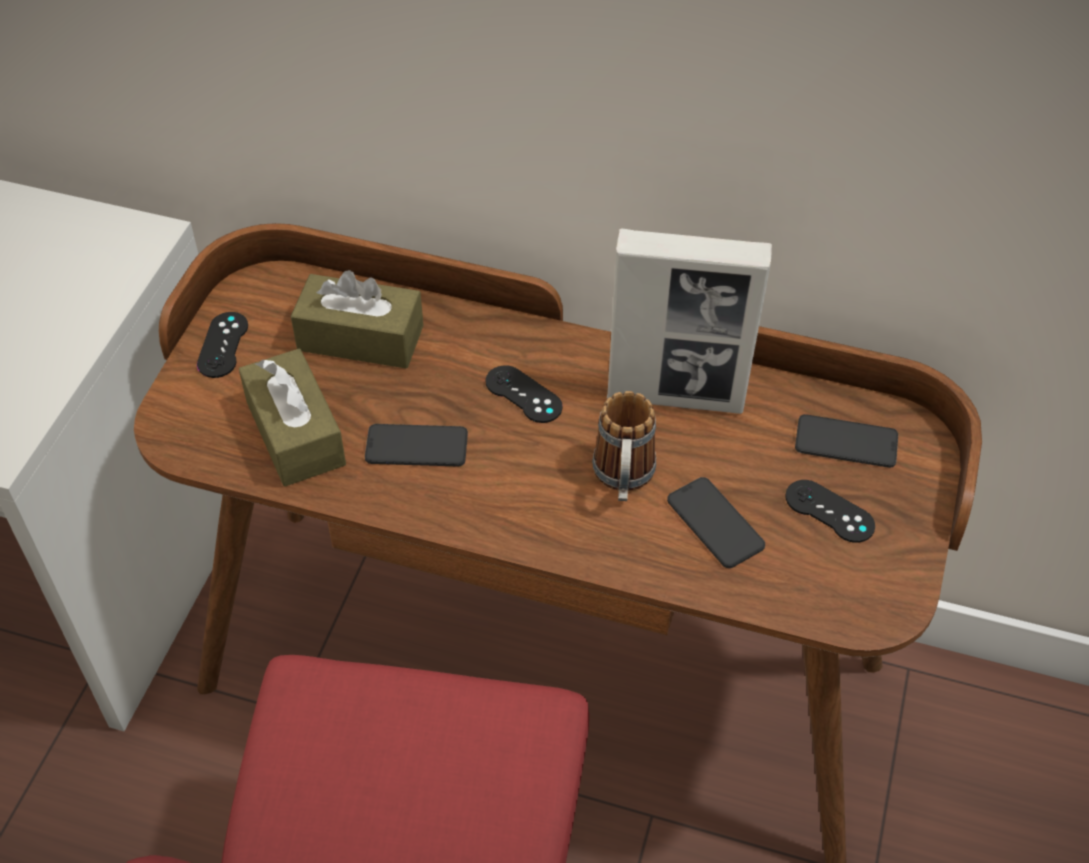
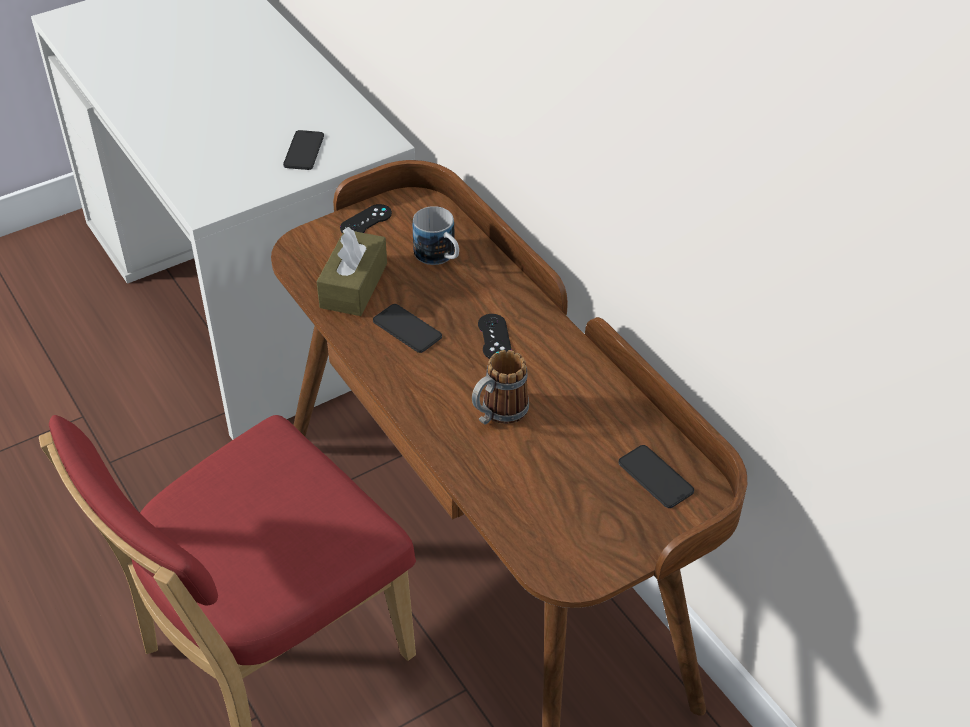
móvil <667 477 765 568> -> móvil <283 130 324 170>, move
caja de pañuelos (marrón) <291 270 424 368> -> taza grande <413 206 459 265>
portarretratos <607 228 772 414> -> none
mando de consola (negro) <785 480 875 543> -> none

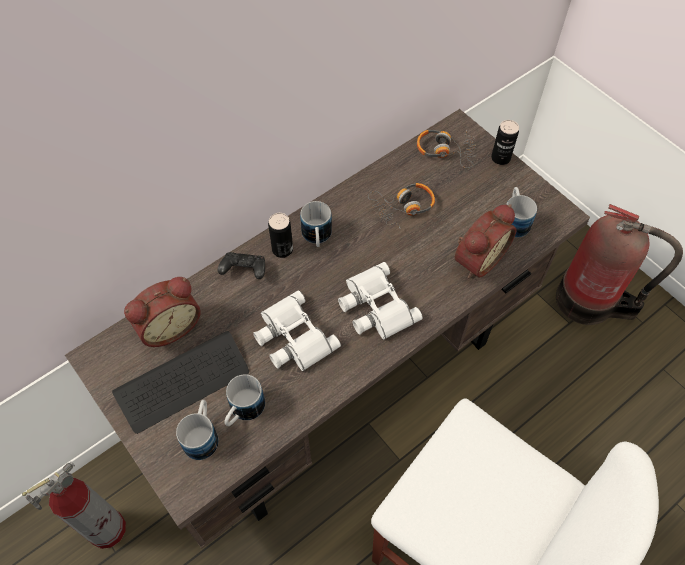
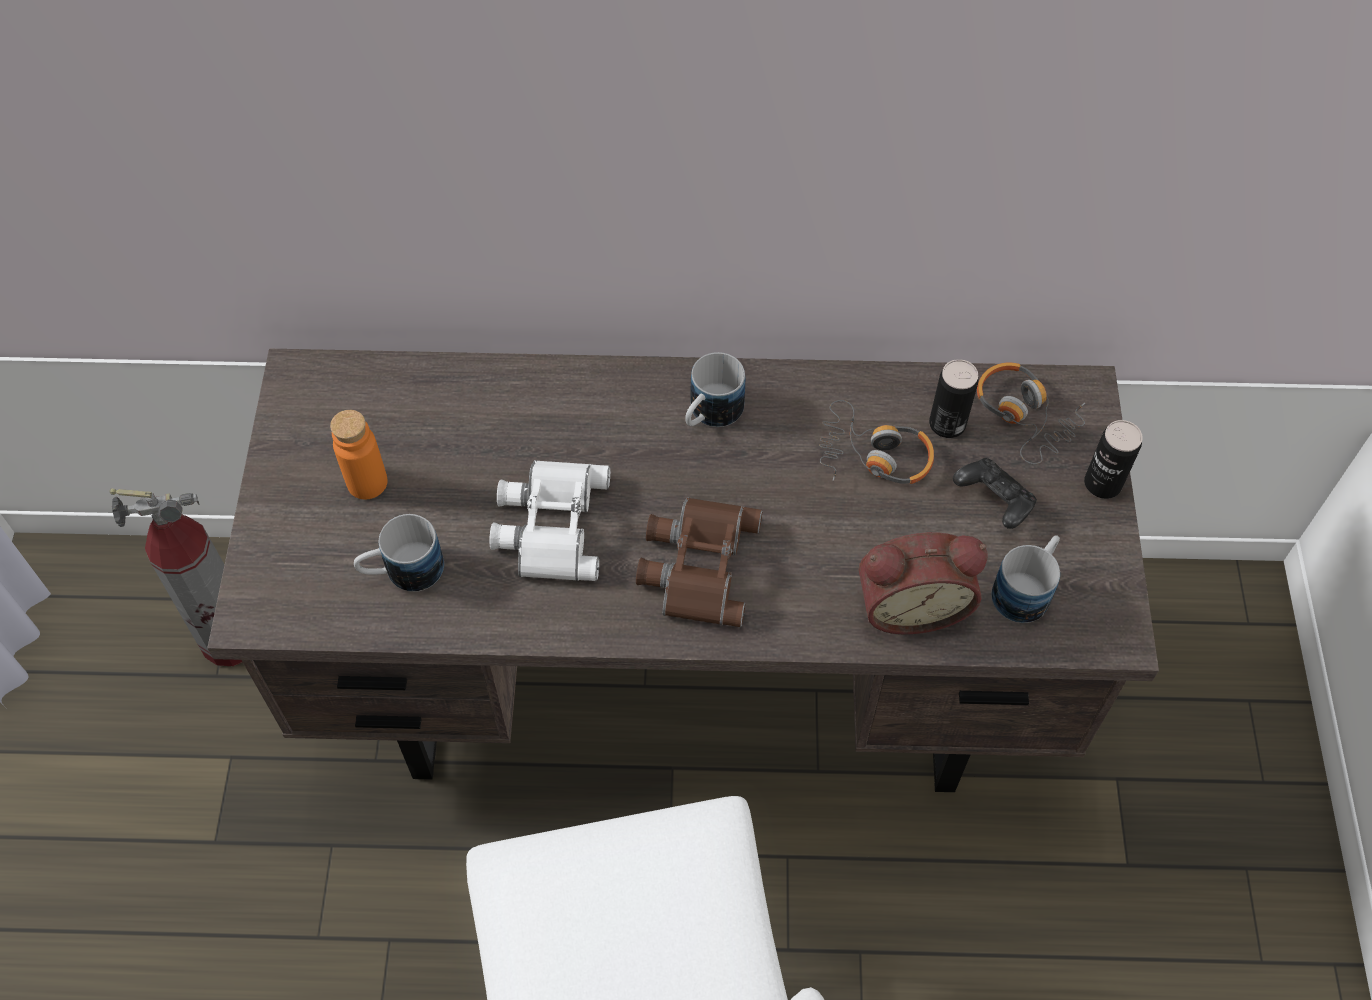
teclado <112 331 249 434> -> botella (naranja) <330 410 388 500>
prismáticos (blanco) <338 262 423 339> -> prismáticos (marrón) <636 497 762 627>
lata <268 213 293 258> -> lata <929 359 979 438>, move
mando de consola (negro) <218 252 265 279> -> mando de consola (negro) <953 458 1037 529>, move
despertador <124 277 201 347> -> none
taza grande <176 400 219 460> -> none
extintor <556 204 683 325> -> none

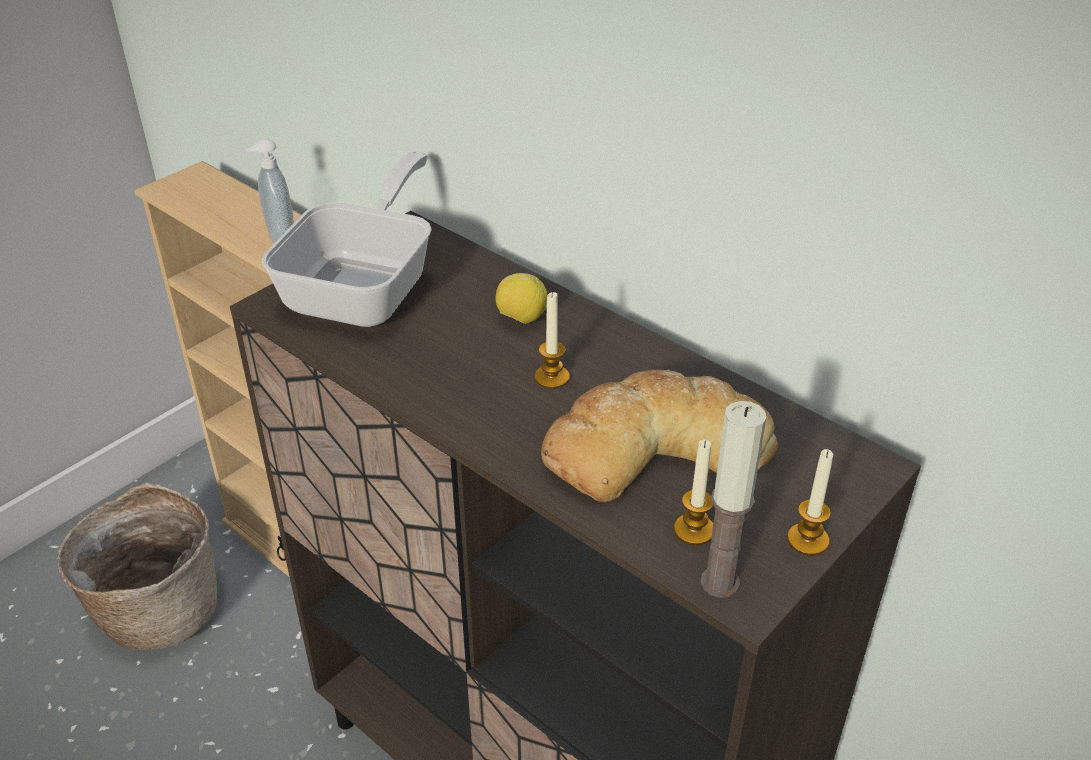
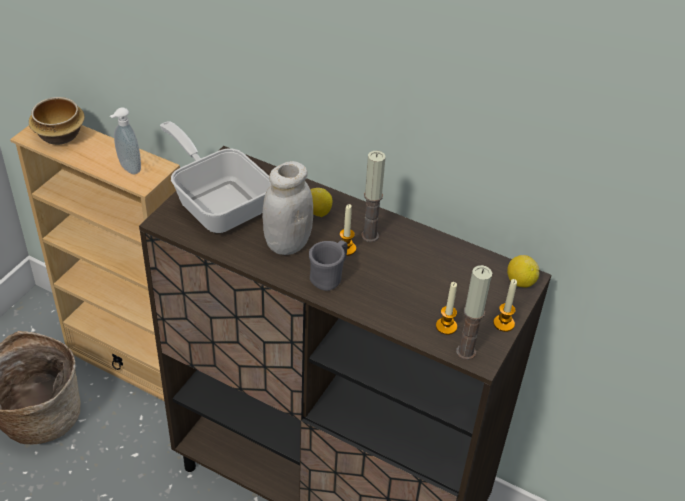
none -> cuenco <29 97 85 145>
sartén <262 151 432 327> -> sartén <160 122 271 233>, 45 degrees counterclockwise
none -> tarro (blanco) <262 161 313 255>
none -> taza grande (gris) <309 240 348 291>
none -> vela <361 151 386 242>
none -> limón <507 255 539 288>
pan <541 369 778 502> -> none

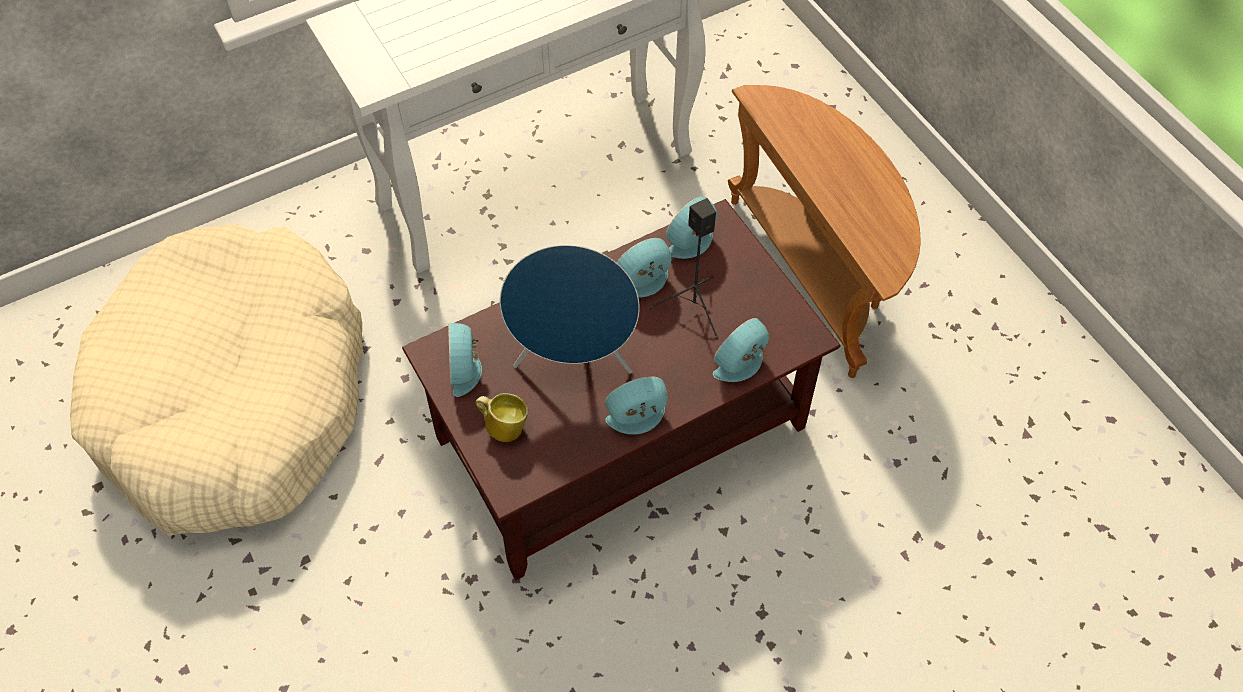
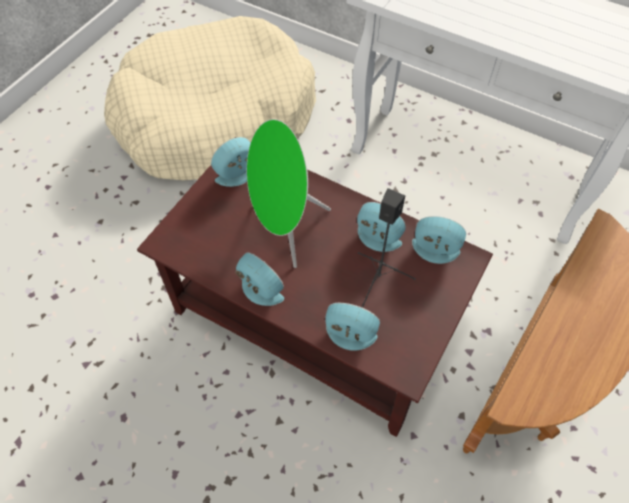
altavoz (azul) <500 245 639 373> -> altavoz (verde) <247 119 331 268>
taza grande <476 393 528 442> -> none

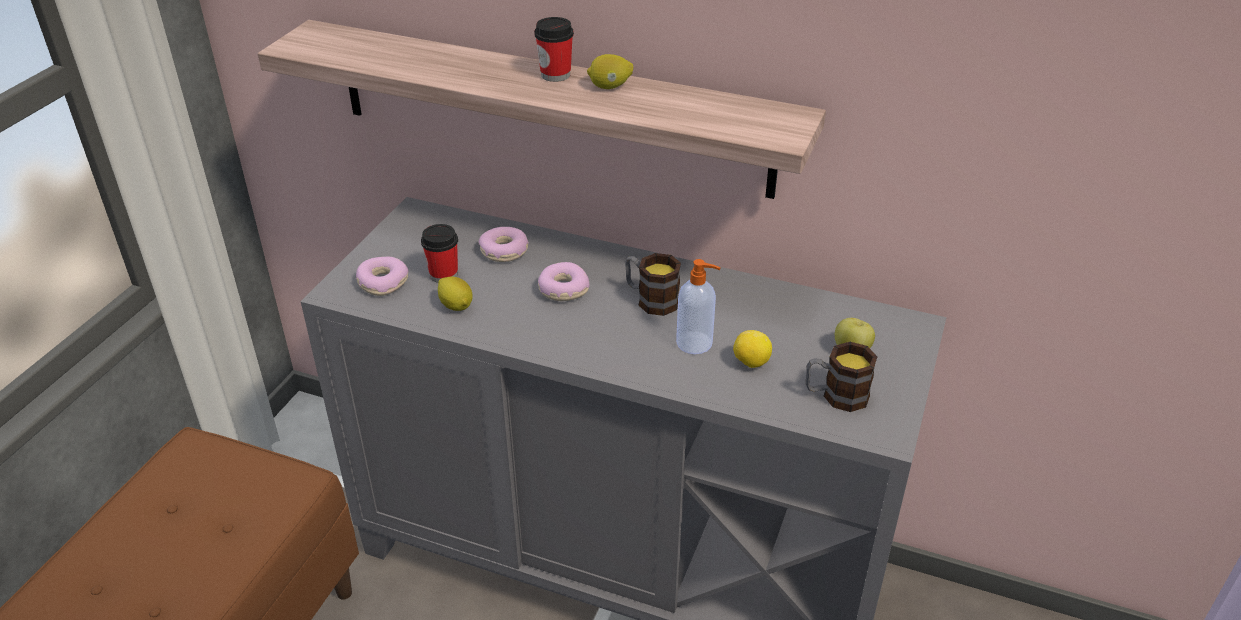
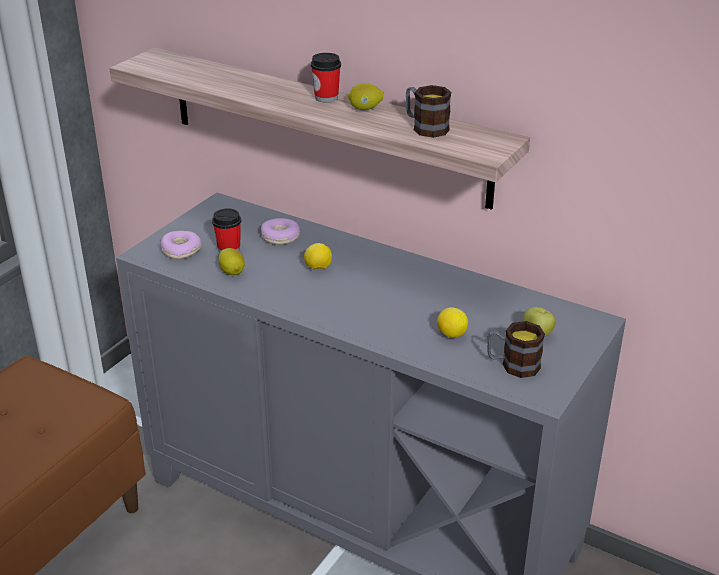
rosquilla <538 262 590 301> -> limón <304 243 332 270>
taza grande <625 253 681 316> -> taza grande <406 85 451 138>, move
dispensador de jabón <676 259 721 354> -> none

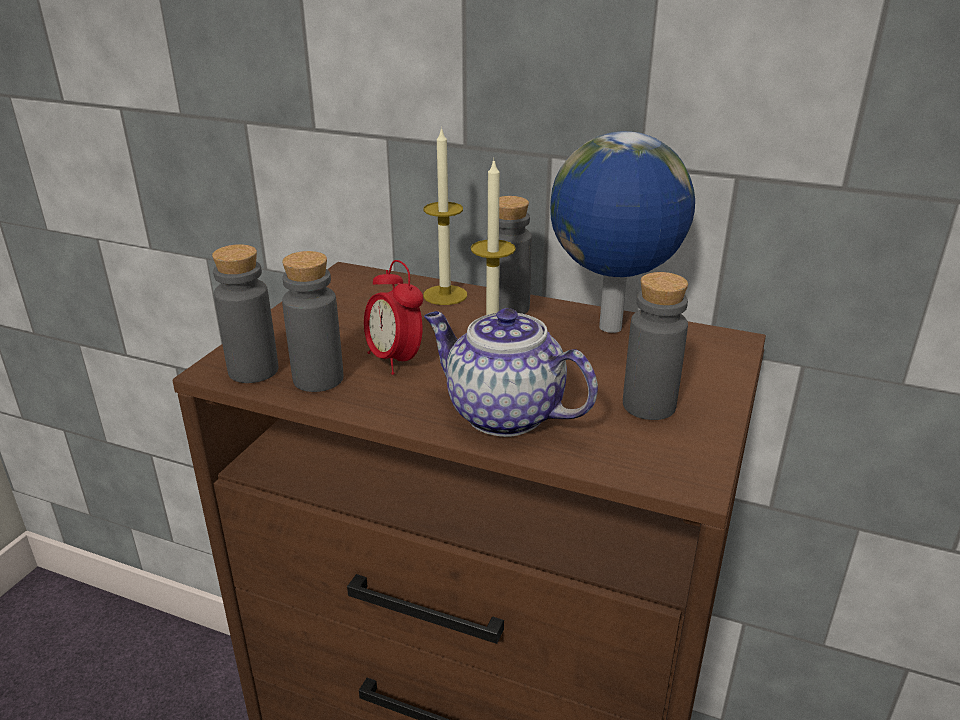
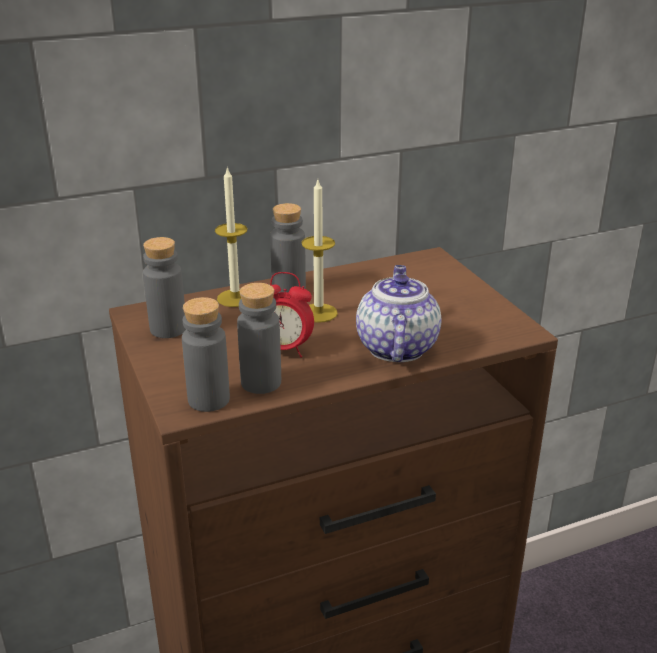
botella (gris) <623 272 688 420> -> botella (gris) <143 237 186 338>, move
tetera <424 308 598 437> -> tetera <356 265 441 362>, 105 degrees clockwise
globo terráqueo <550 131 695 333> -> none

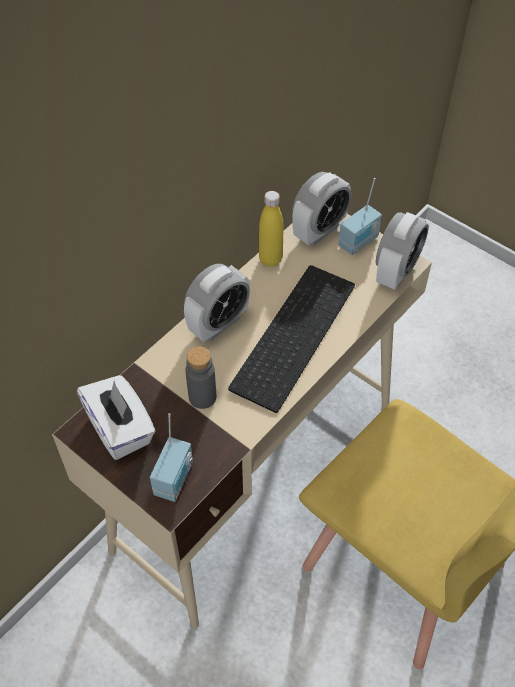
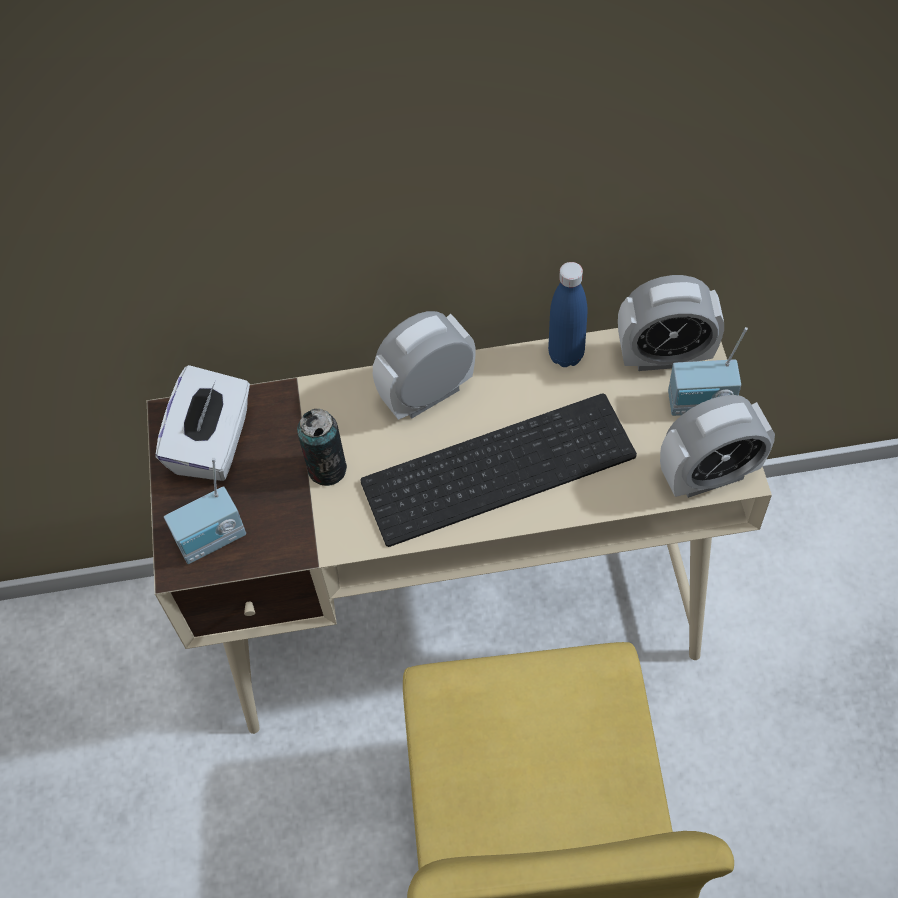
botella (gris) <185 346 216 409> -> lata <297 409 347 486>
despertador <184 264 250 342> -> despertador <373 311 475 420>, 150 degrees clockwise
botella (amarillo) <259 191 284 267> -> botella (azul) <548 262 587 367>

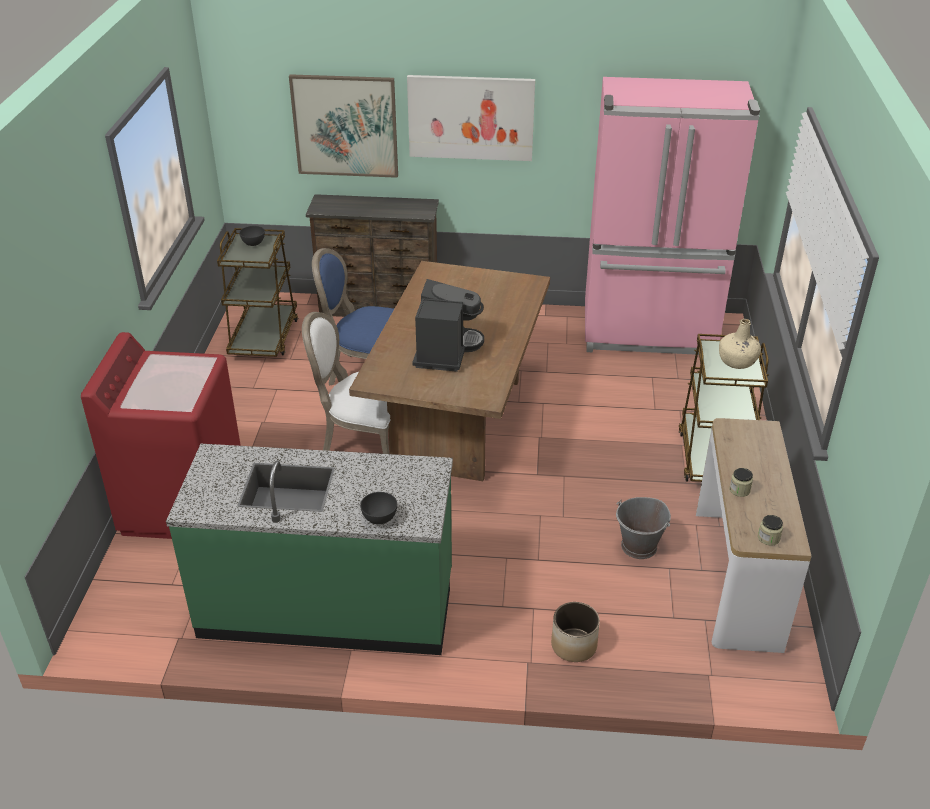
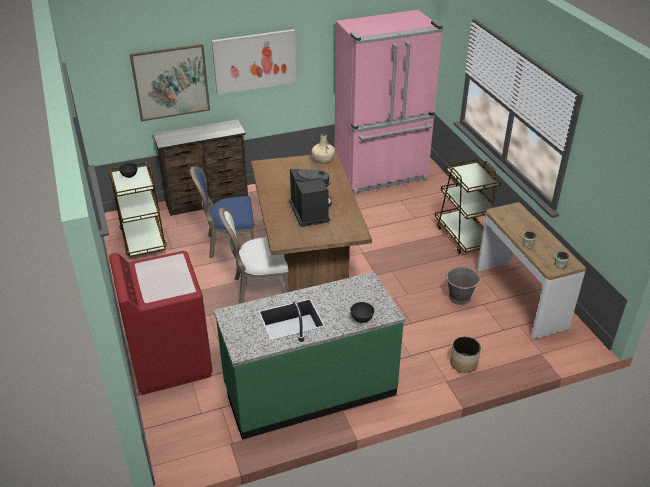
botella (beis) <719 319 761 369> -> botella (beis) <312 134 335 164>, move

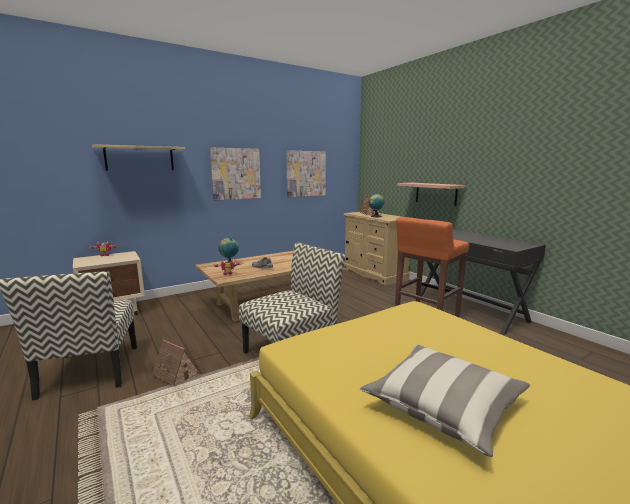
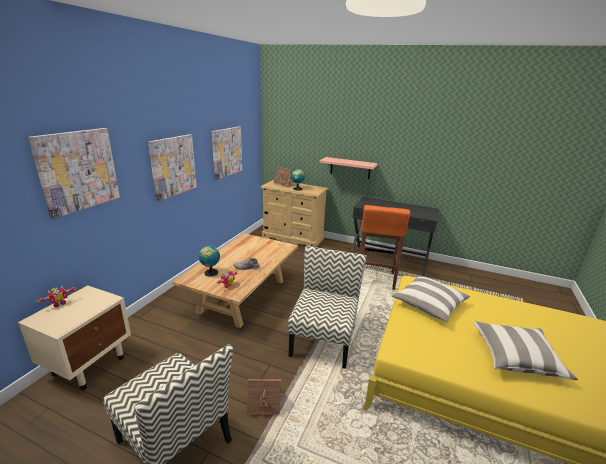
estante <92 144 185 170> -> cuadro <28 128 120 219>
none -> cojín <392 275 470 322>

